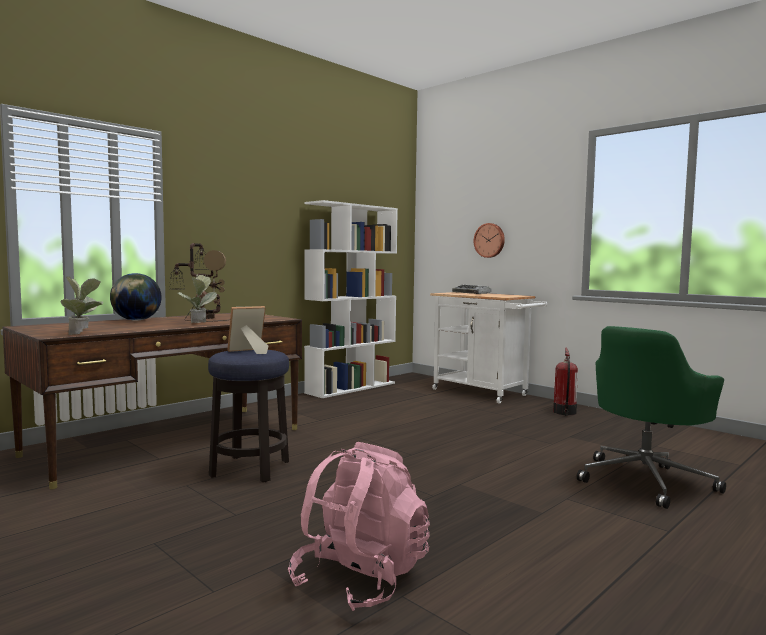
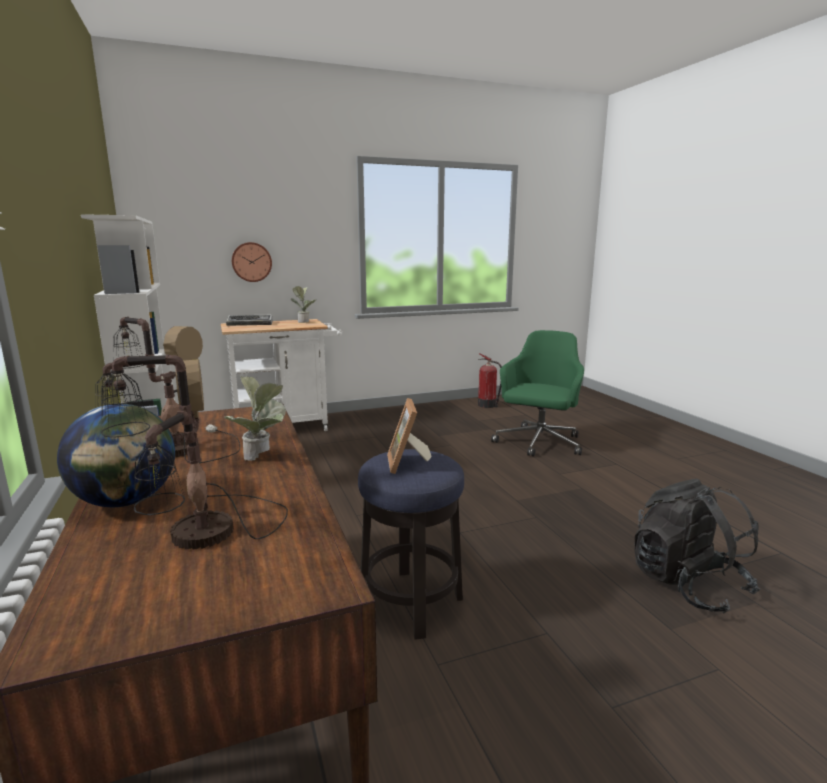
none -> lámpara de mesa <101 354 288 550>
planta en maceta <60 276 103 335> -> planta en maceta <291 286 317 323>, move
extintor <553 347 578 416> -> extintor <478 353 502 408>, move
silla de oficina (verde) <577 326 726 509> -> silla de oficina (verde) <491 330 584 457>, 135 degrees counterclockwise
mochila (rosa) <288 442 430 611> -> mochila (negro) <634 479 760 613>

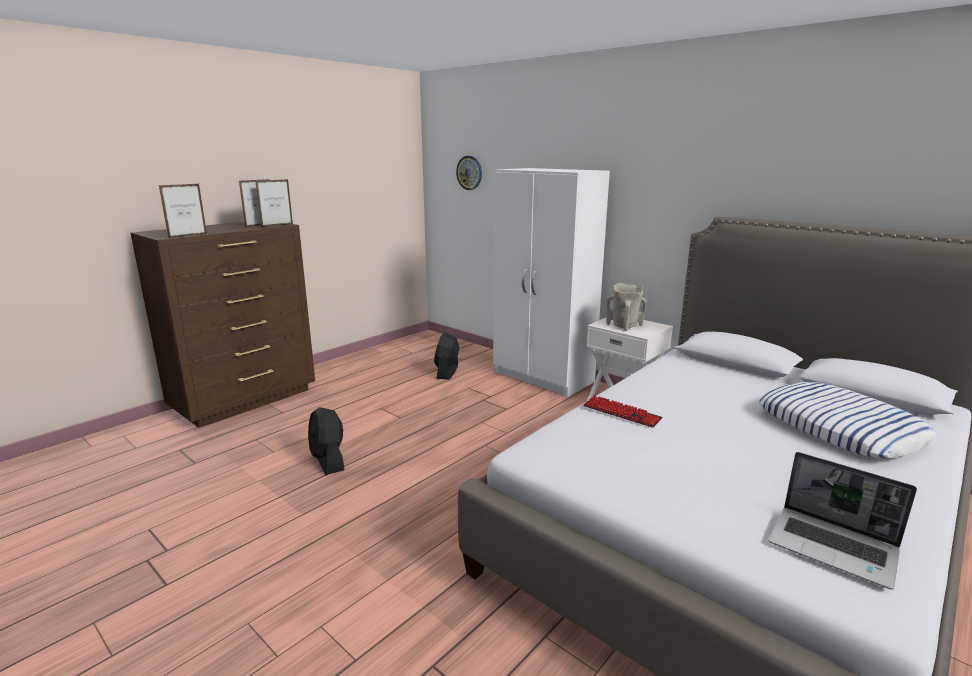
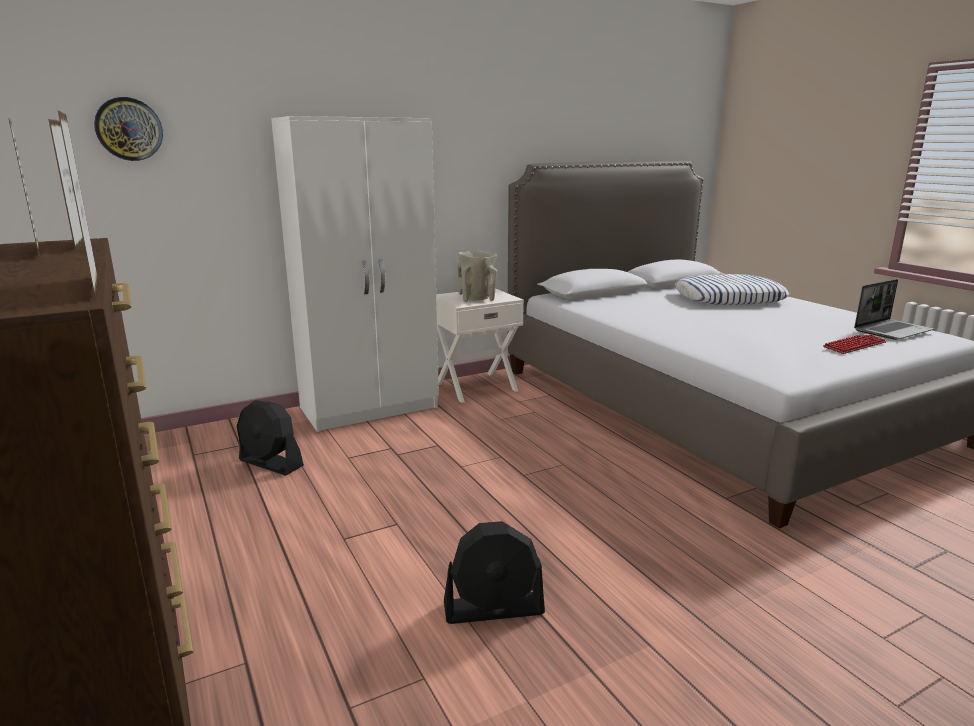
teclado <583 395 663 428> -> teclado <823 334 886 354>, move

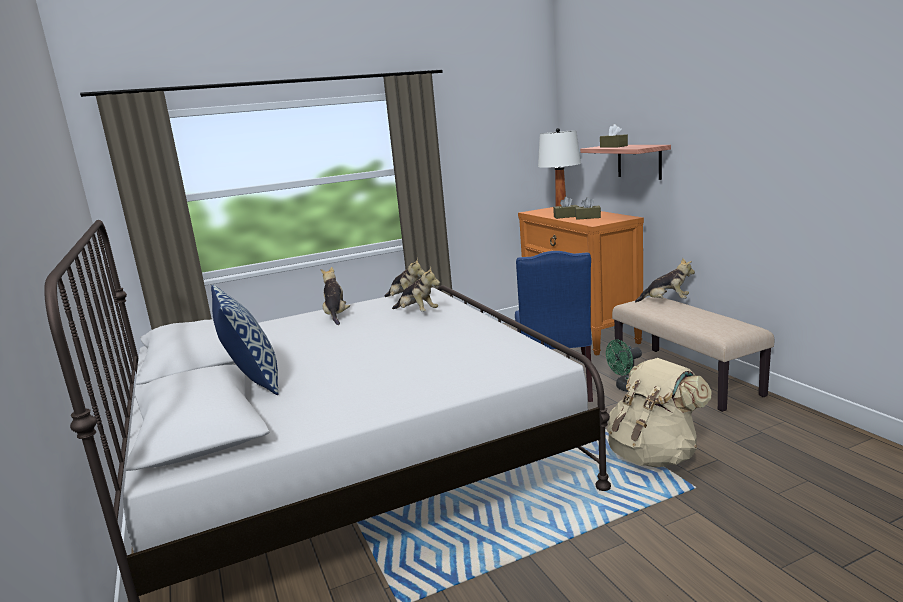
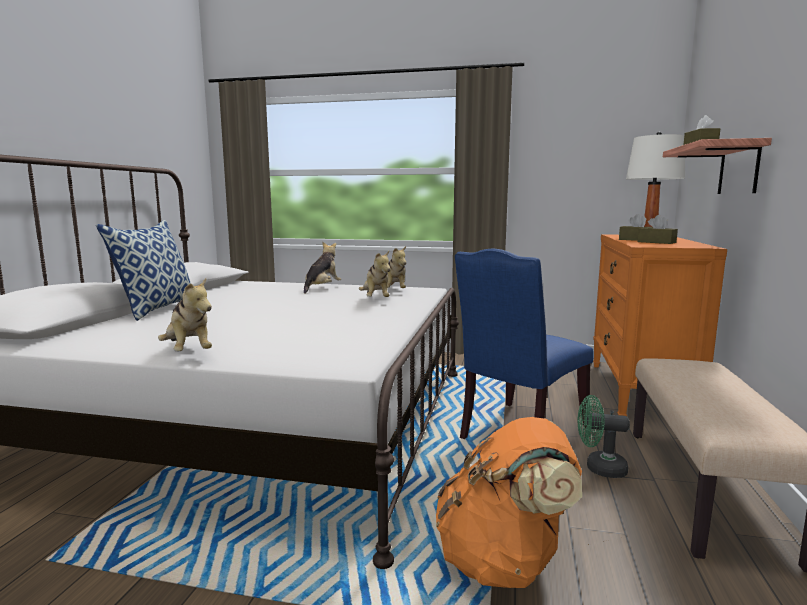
peluche <635 258 695 302> -> peluche <158 278 212 351>, move
mochila (beis) <607 358 712 468> -> mochila (naranja) <436 417 582 588>

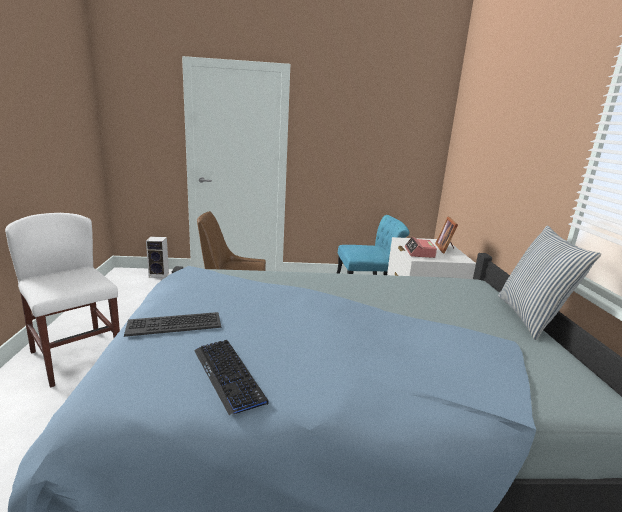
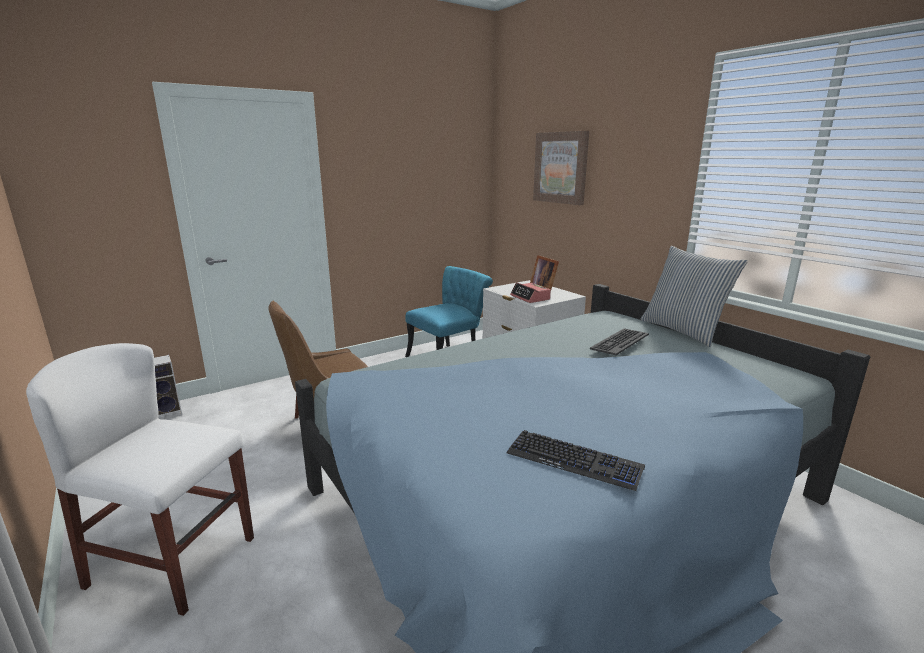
none -> cuadro <533 131 589 205>
teclado <124 312 221 337> -> teclado <590 329 649 355>, move

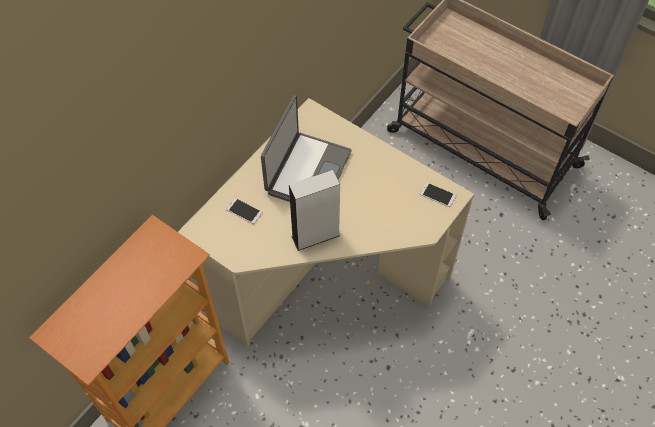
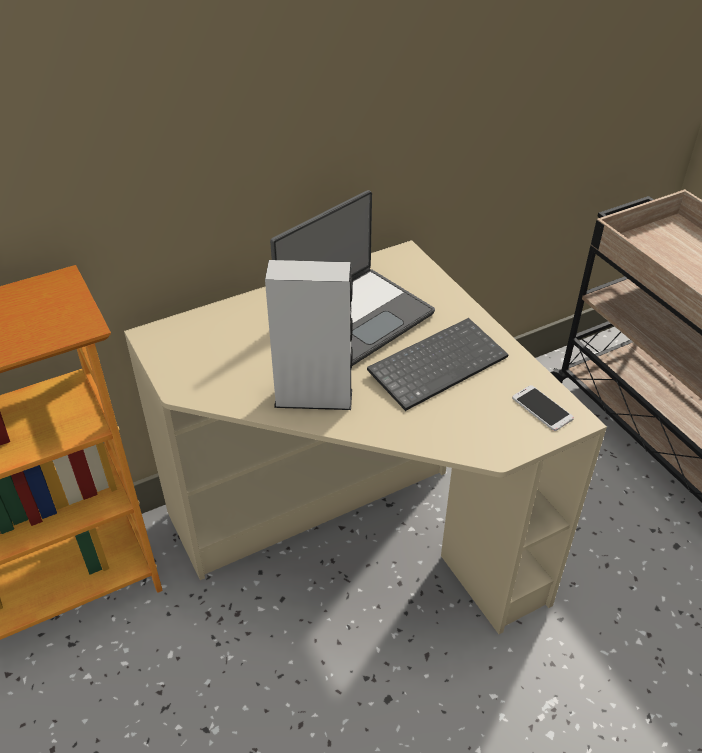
none -> teclado <367 318 509 411>
móvil <226 198 262 224> -> none

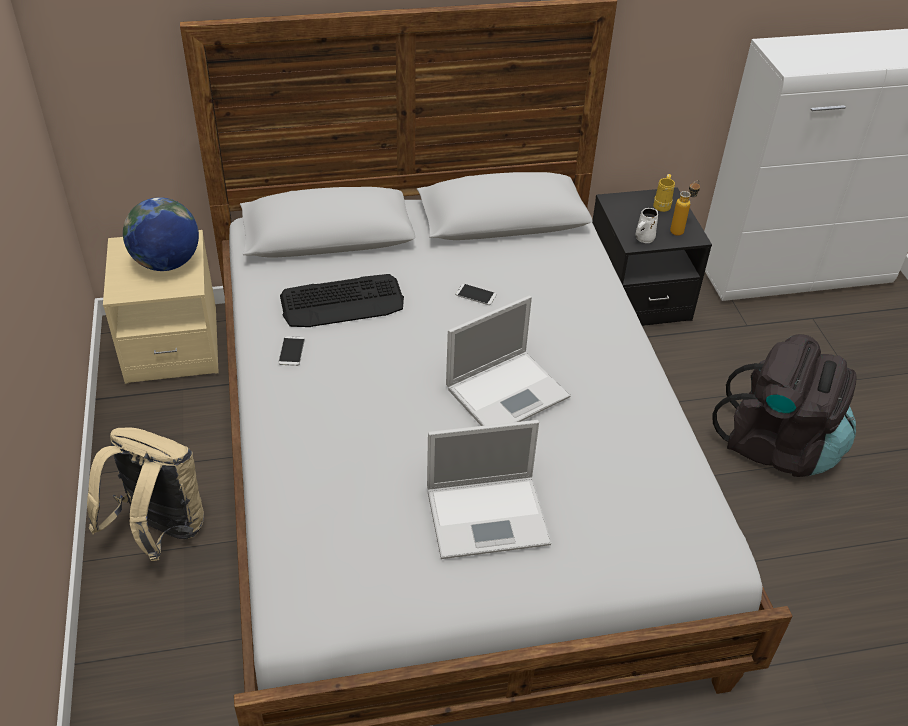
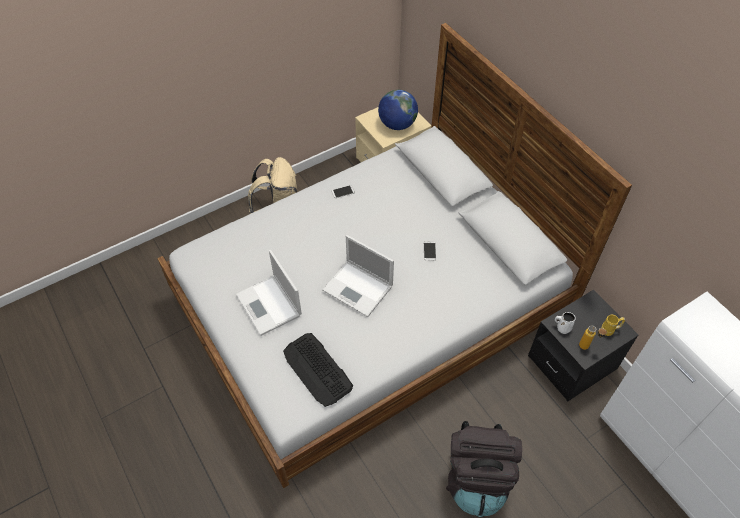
teclado <280 274 404 327> -> teclado <283 333 353 407>, move

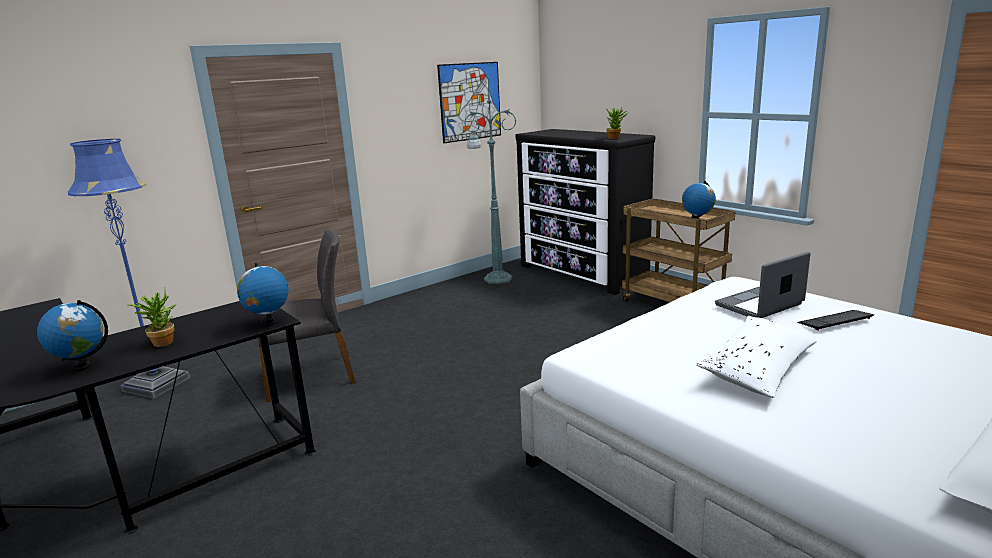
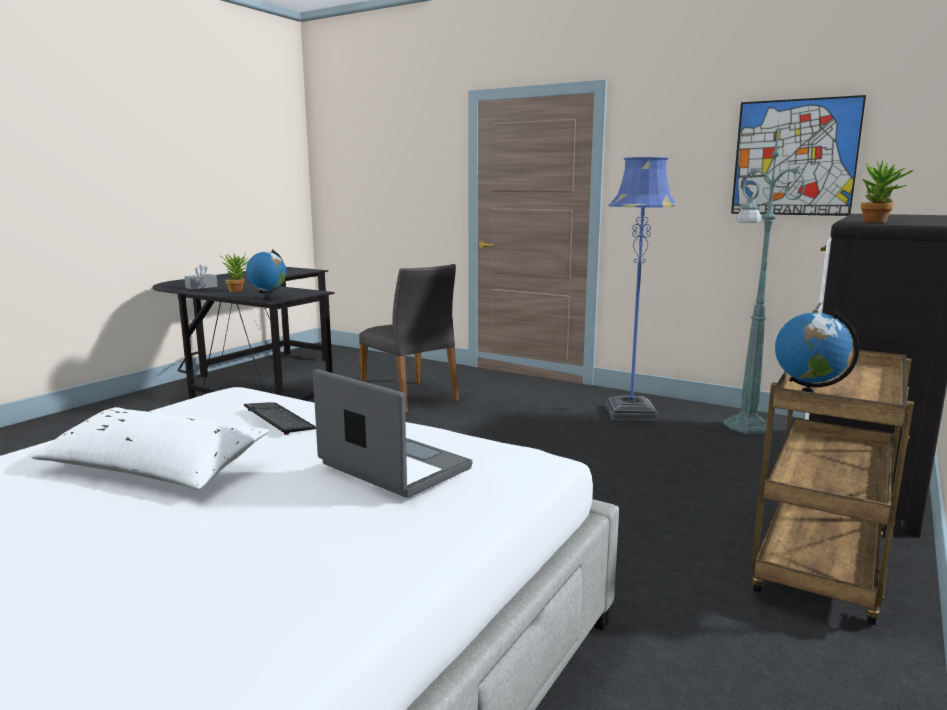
globo terráqueo <37 300 108 371> -> caja de pañuelos (gris) <185 265 218 290>
teclado <797 310 874 331> -> teclado <244 402 316 435>, move
lámpara de pie (azul) <68 139 190 398> -> lámpara de pie (azul) <606 157 678 421>, move

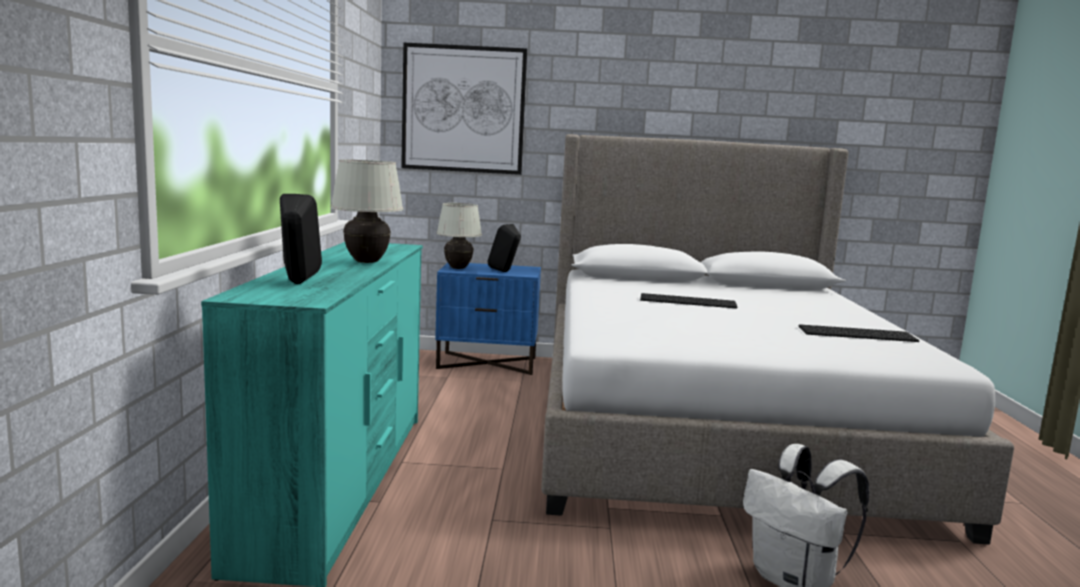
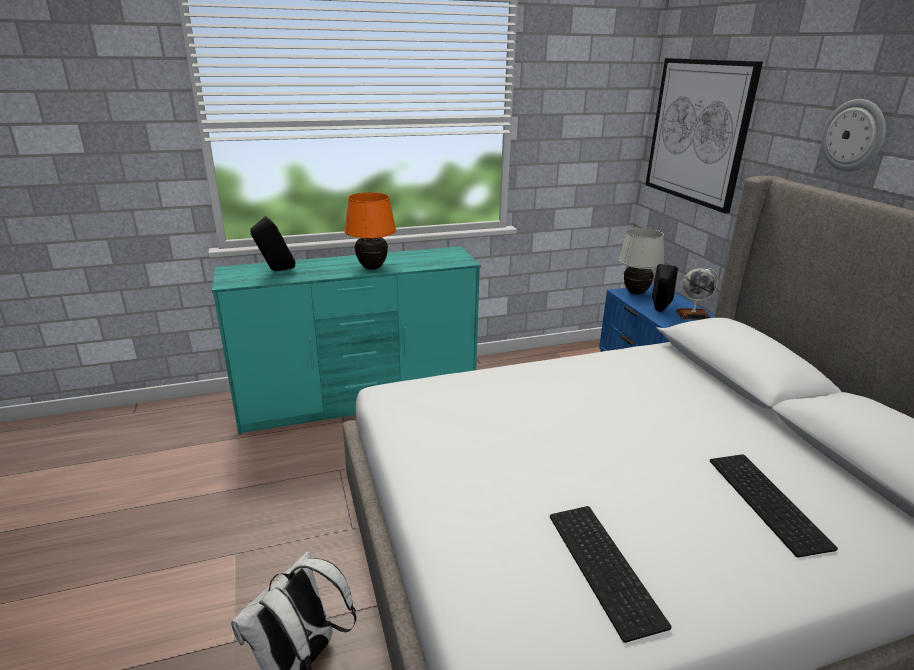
lámpara de mesa (blanco) <330 159 403 263> -> lámpara de mesa (naranja) <344 192 396 269>
none -> globo terráqueo <676 267 719 319>
teclado <640 293 737 309> -> teclado <710 454 838 558>, move
none -> reloj de pared <822 99 886 171>

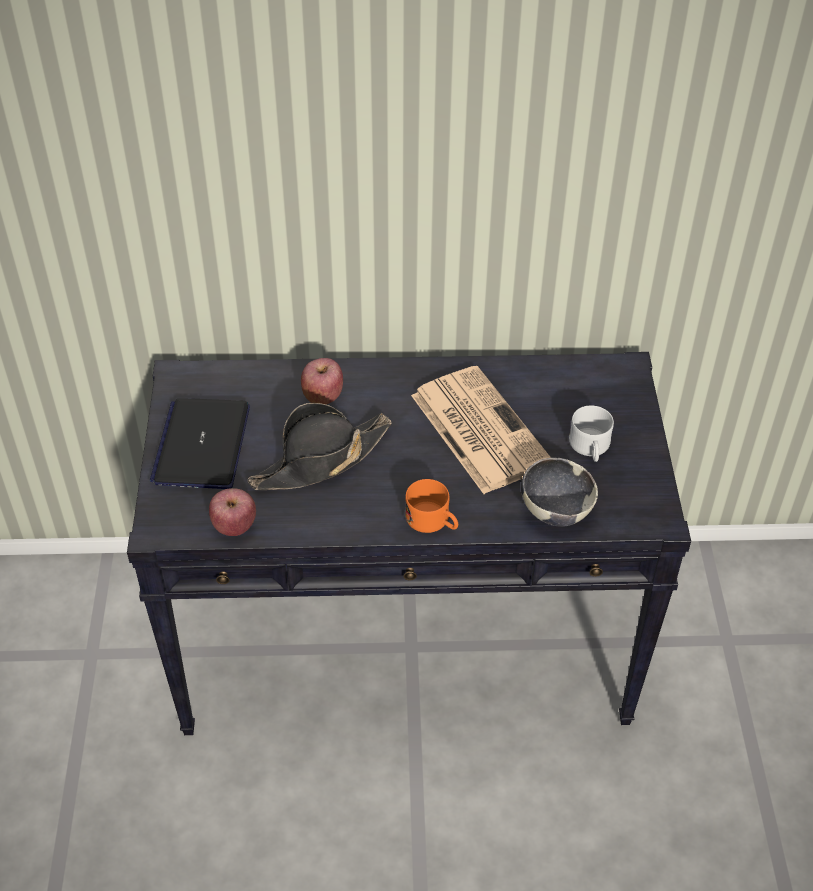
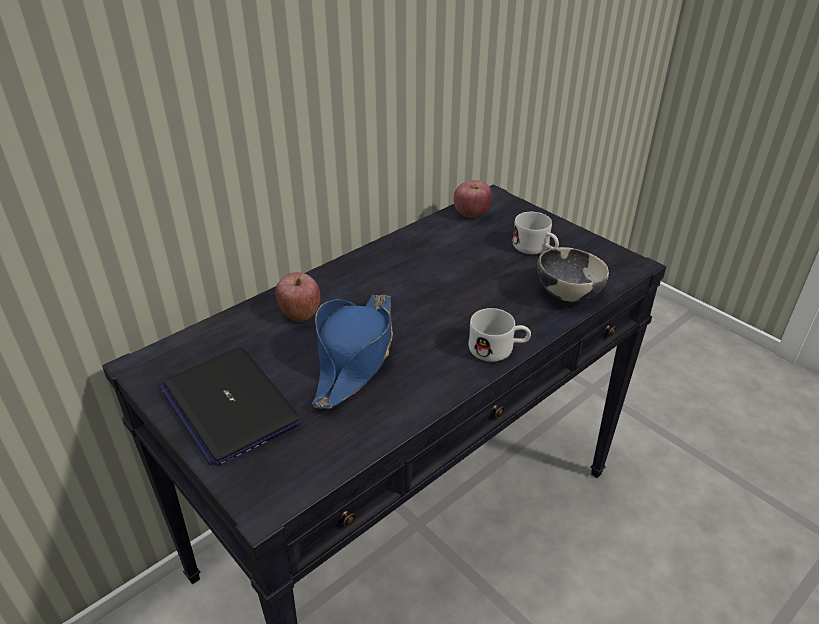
sombrero (negro) <248 403 392 490> -> sombrero (azul) <312 294 393 409>
manzana <209 488 256 536> -> manzana <454 180 493 218>, move
taza grande (naranja) <405 479 458 533> -> taza grande (blanco) <469 308 531 362>
periódico <411 366 551 494> -> none

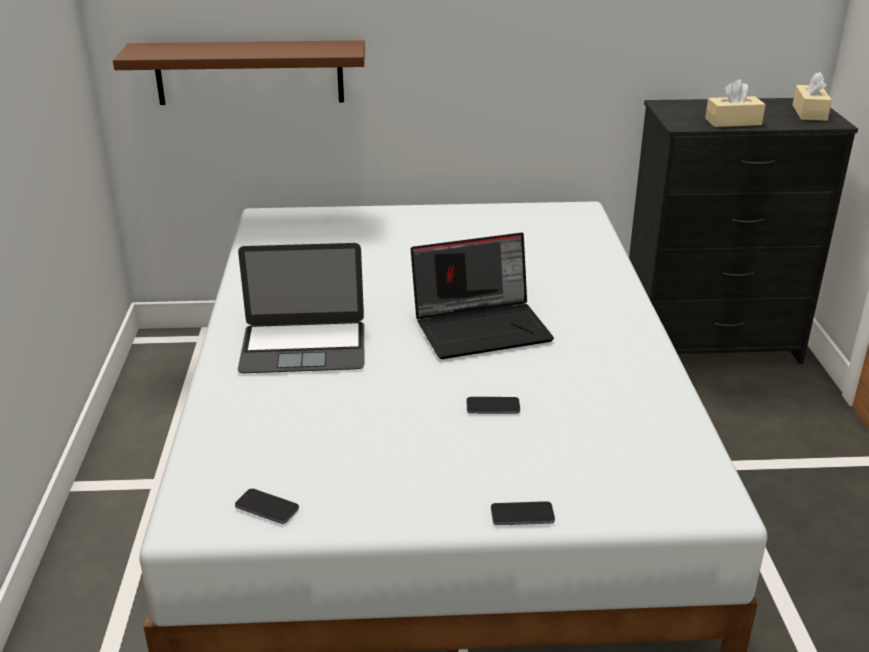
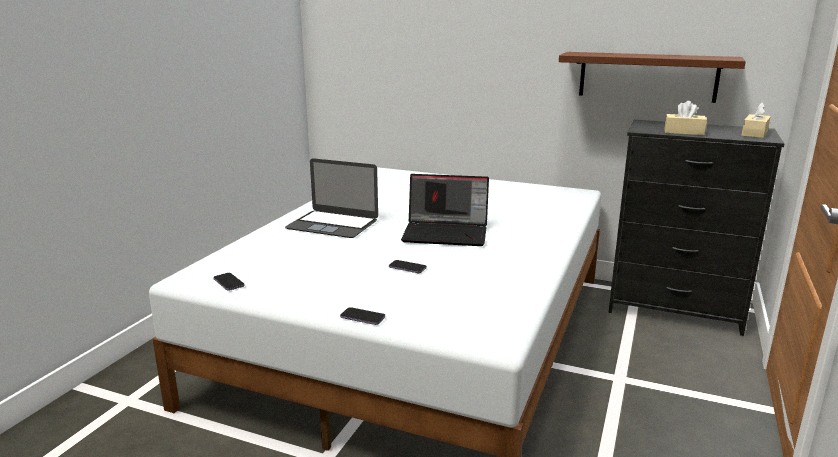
estante (marrón) <113 40 365 105> -> estante (marrón) <559 52 746 103>, move

